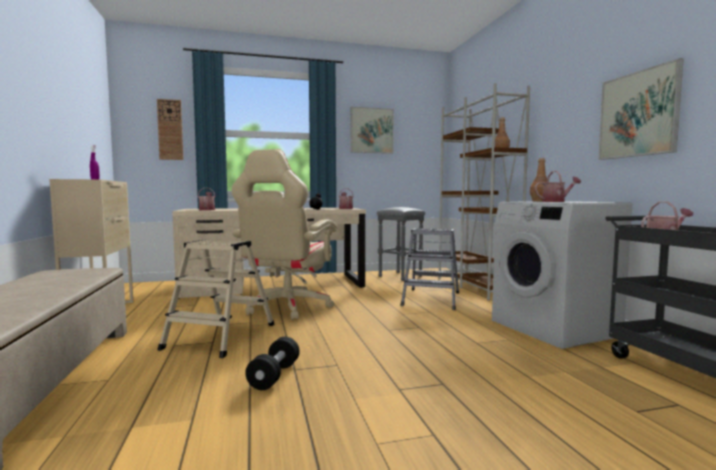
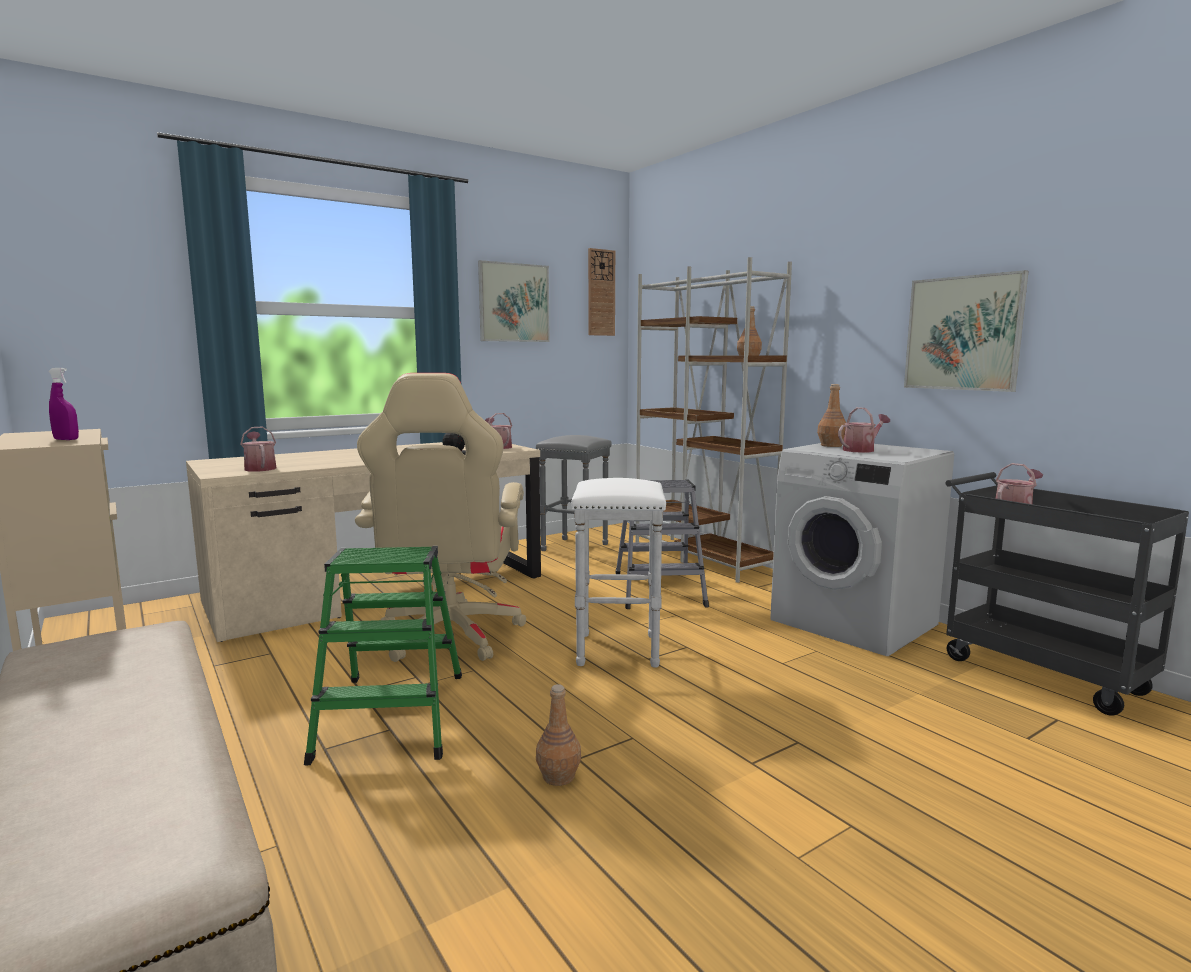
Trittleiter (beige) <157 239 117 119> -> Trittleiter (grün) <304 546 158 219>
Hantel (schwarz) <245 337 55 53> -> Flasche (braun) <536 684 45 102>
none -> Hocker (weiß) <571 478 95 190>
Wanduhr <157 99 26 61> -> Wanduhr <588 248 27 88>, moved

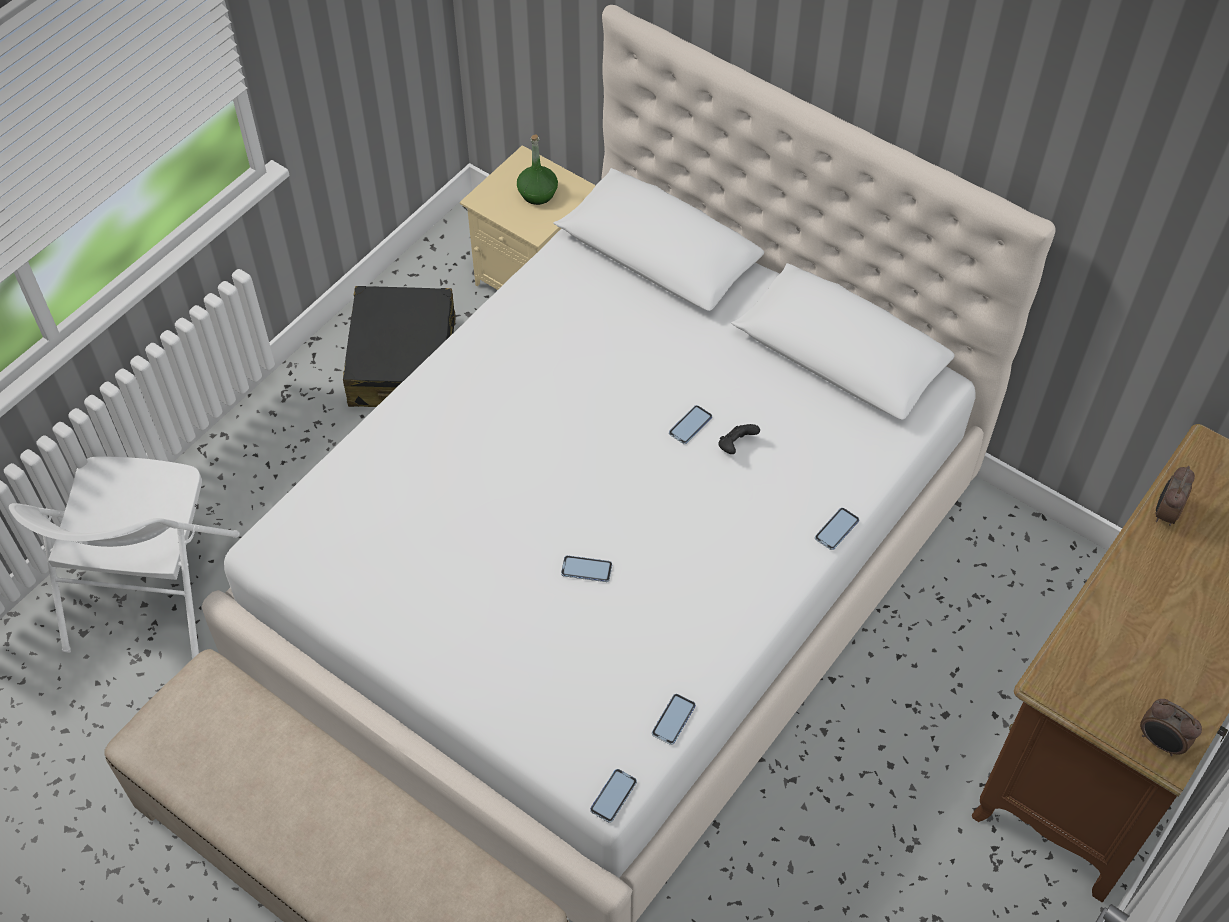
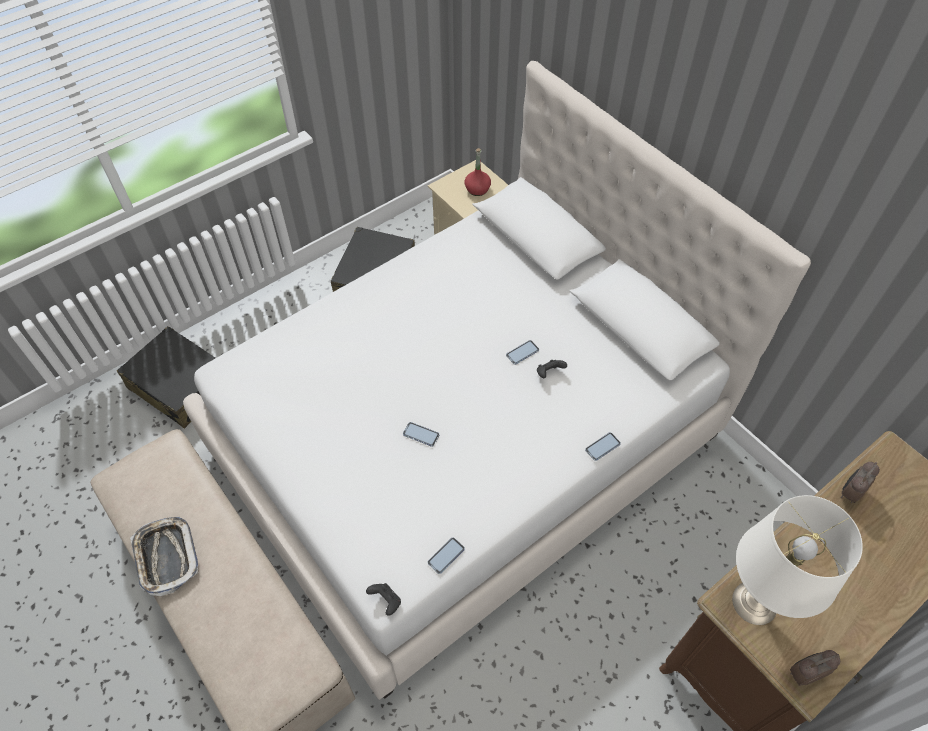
Stuhl (weiß) <9 456 231 203> -> Koffer (schwarz) <117 326 98 102>
none -> Tablett <130 517 69 79>
Handy <590 769 47 54> -> Gamepad (schwarz) <366 583 35 33>
Flasche (grün) <517 135 41 70> -> Flasche (rot) <465 148 26 48>
none -> Tischlampe (weiß) <732 495 131 130>
Wecker <1140 699 62 57> -> Wecker <790 650 50 36>, 105 degrees clockwise

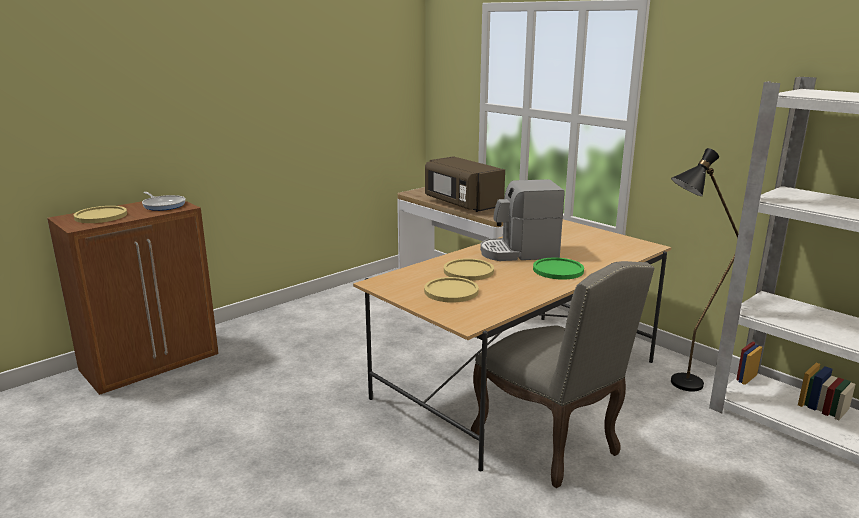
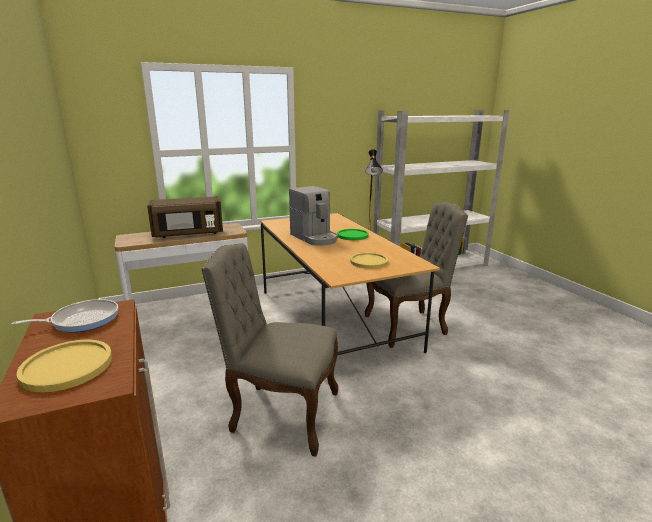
none -> Stuhl (grau) <202 243 136 213>
Kaffeemaschine <480 179 84 82> -> Kaffeemaschine <289 186 49 60>, 45 degrees counterclockwise
Teller (gelb) <444 259 50 22> -> none

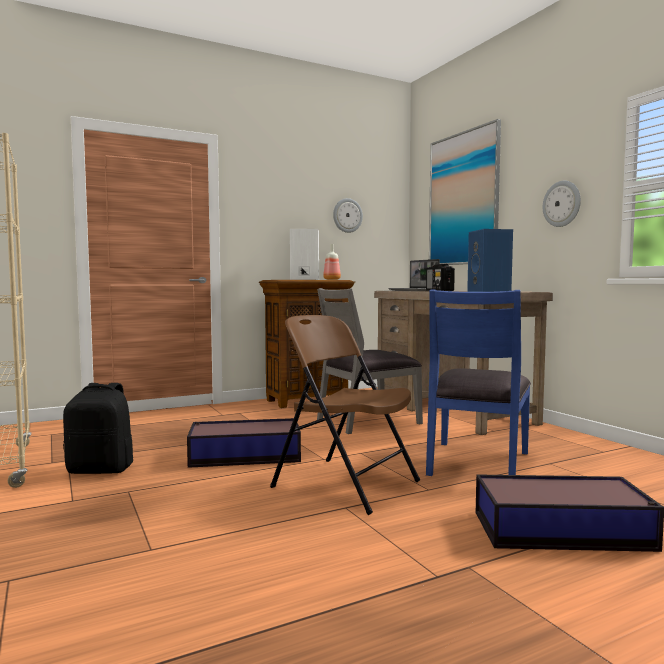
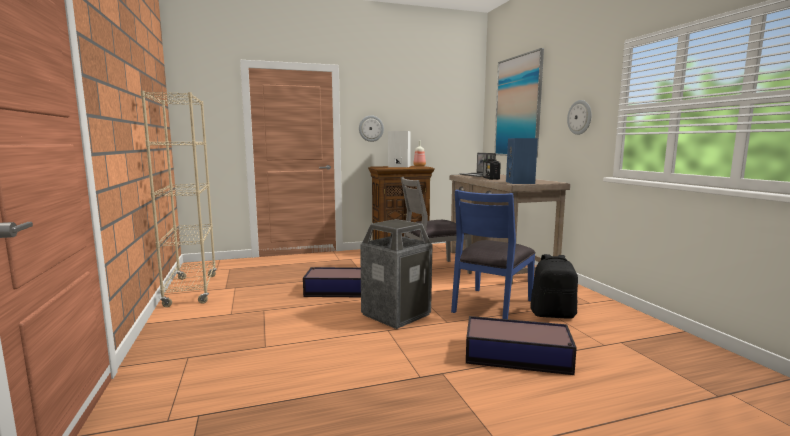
Wanduhr <333 198 30 35> -> Wanduhr <359 115 25 27>, moved
Stuhl (braun) <270 315 150 200> -> Mülleimer <360 219 72 110>
Rucksack (schwarz) <63 383 70 91> -> Rucksack (schwarz) <530 254 48 65>, moved

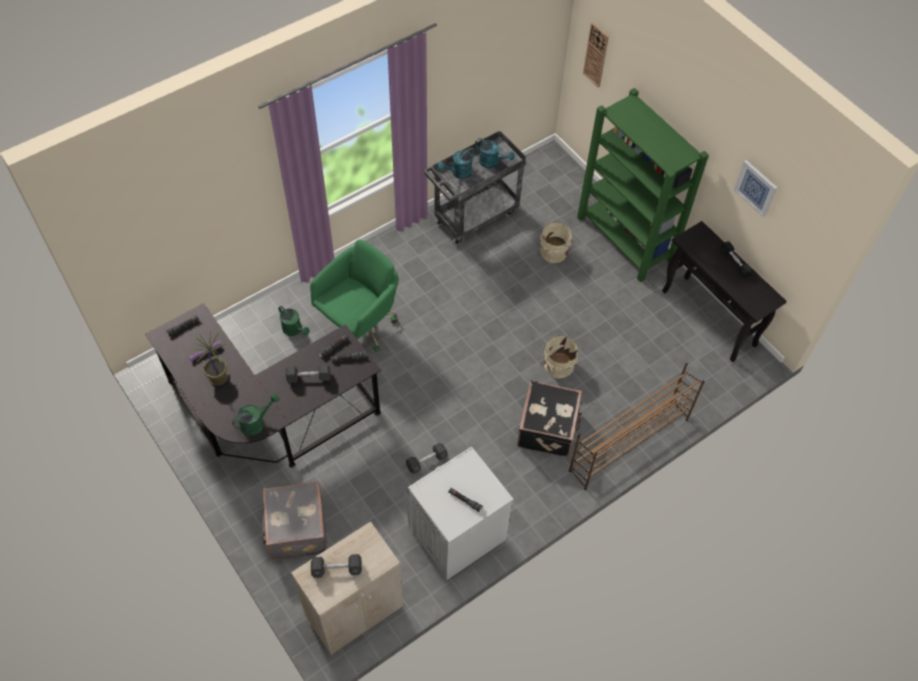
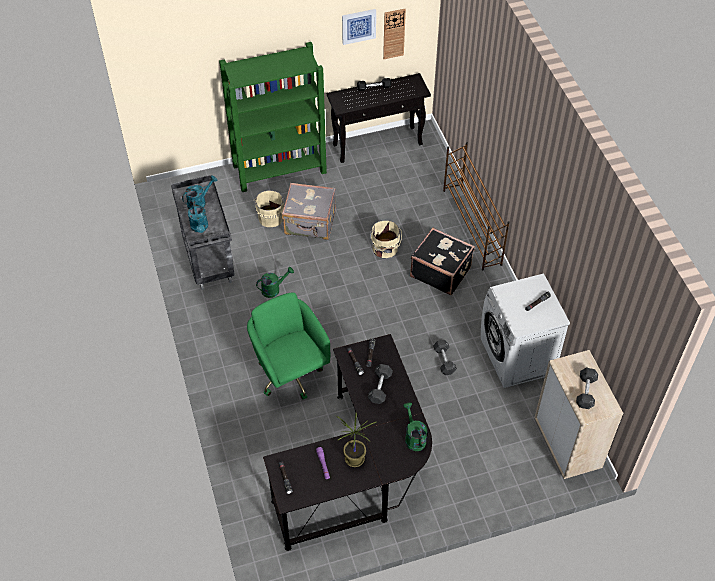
Gießkanne (grün) <278 306 32 30> -> Gießkanne (grün) <256 267 38 31>, moved
Koffer (grau) <261 481 67 79> -> Koffer (grau) <282 183 54 57>, moved
Wanduhr <583 22 26 66> -> Wanduhr <383 9 23 50>, moved

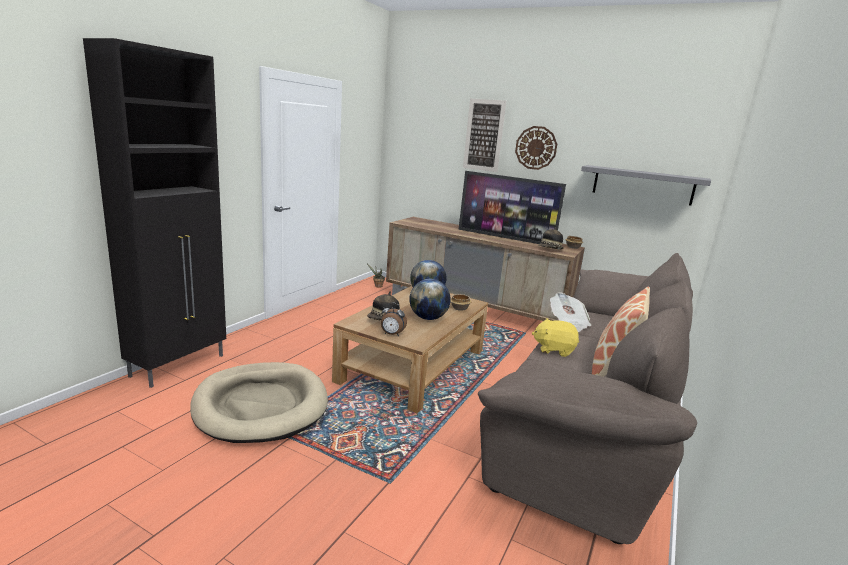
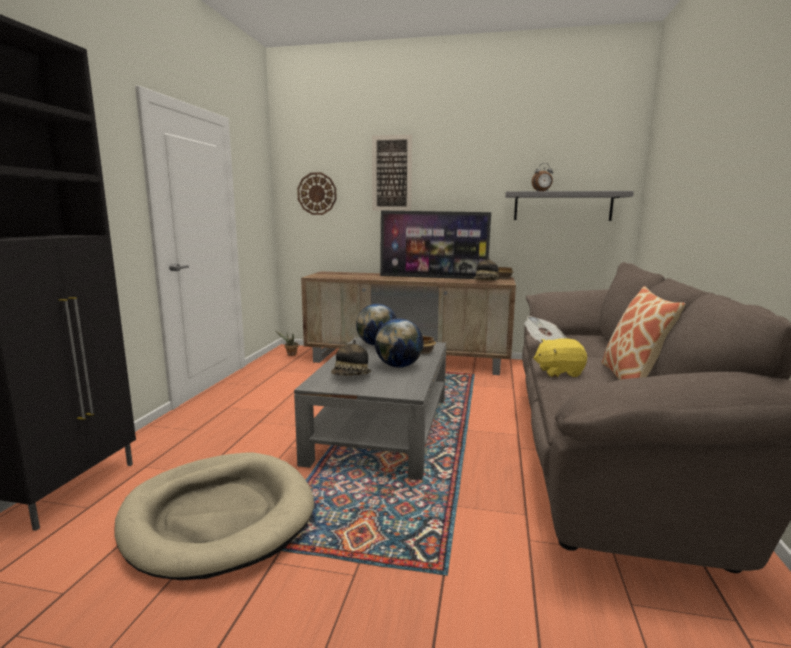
Couchtisch (braun) <332 286 156 127> -> Couchtisch (grau) <294 337 152 143>
Wanduhr <515 126 42 44> -> Wanduhr <297 173 40 42>, moved
Wecker <381 302 26 34> -> Wecker <532 163 21 28>, moved

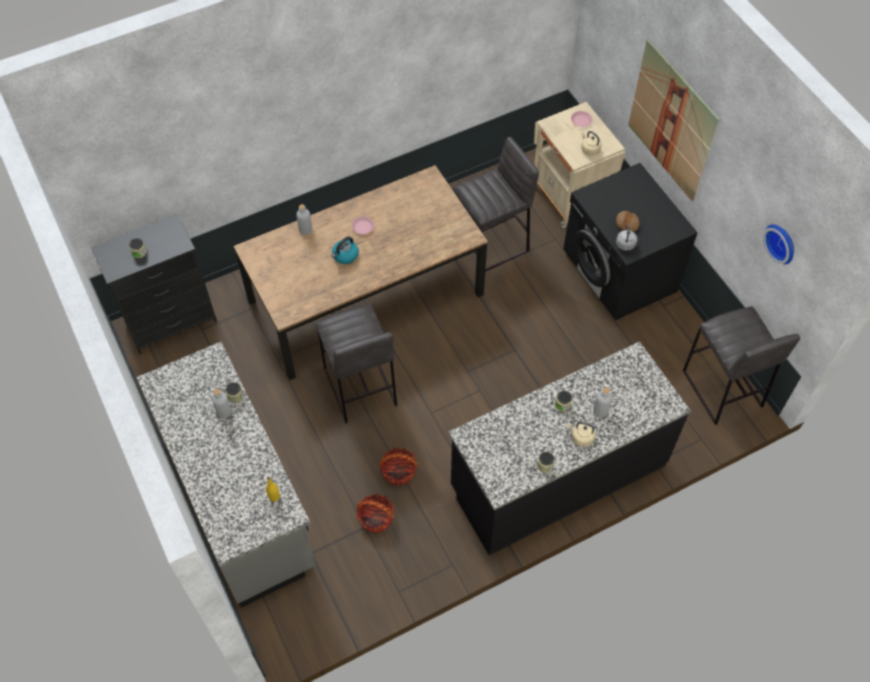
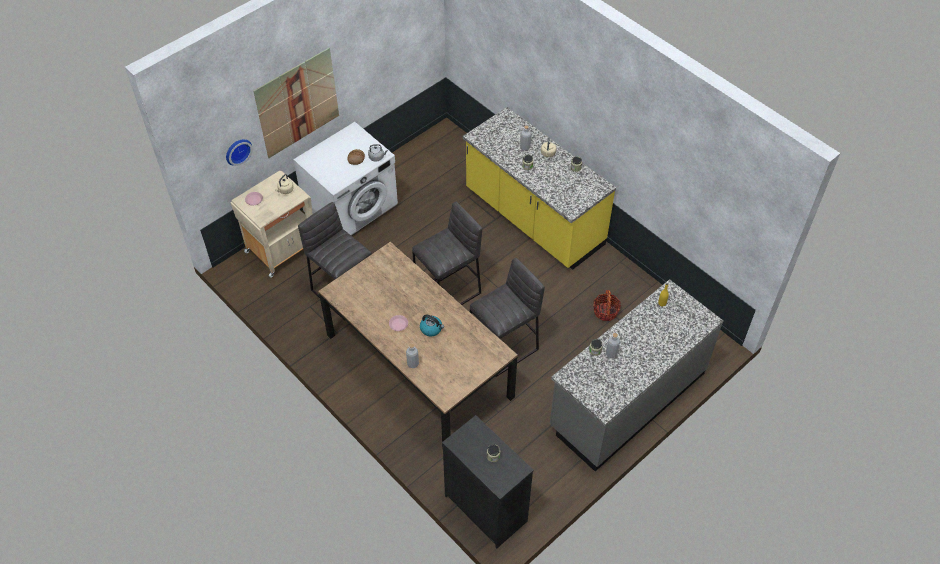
Wanduhr <763 225 31 39> -> Wanduhr <226 139 27 27>, moved
Waschmaschine (schwarz) <563 163 135 157> -> Waschmaschine (weiß) <293 122 105 113>
Hocker (grau) <683 306 118 119> -> Hocker (grau) <412 202 70 103>, moved
Küchenzeile (schwarz) <449 341 242 214> -> Küchenzeile (gelb) <463 107 153 163>
Korb <379 448 39 38> -> none

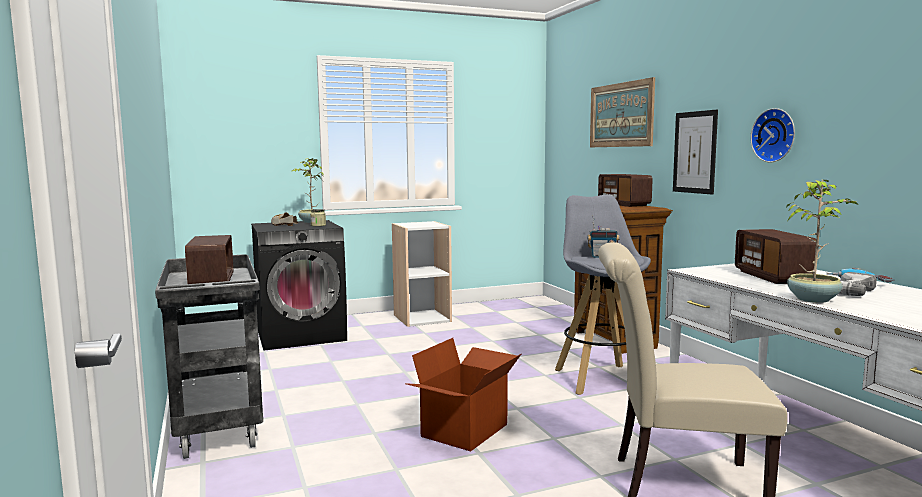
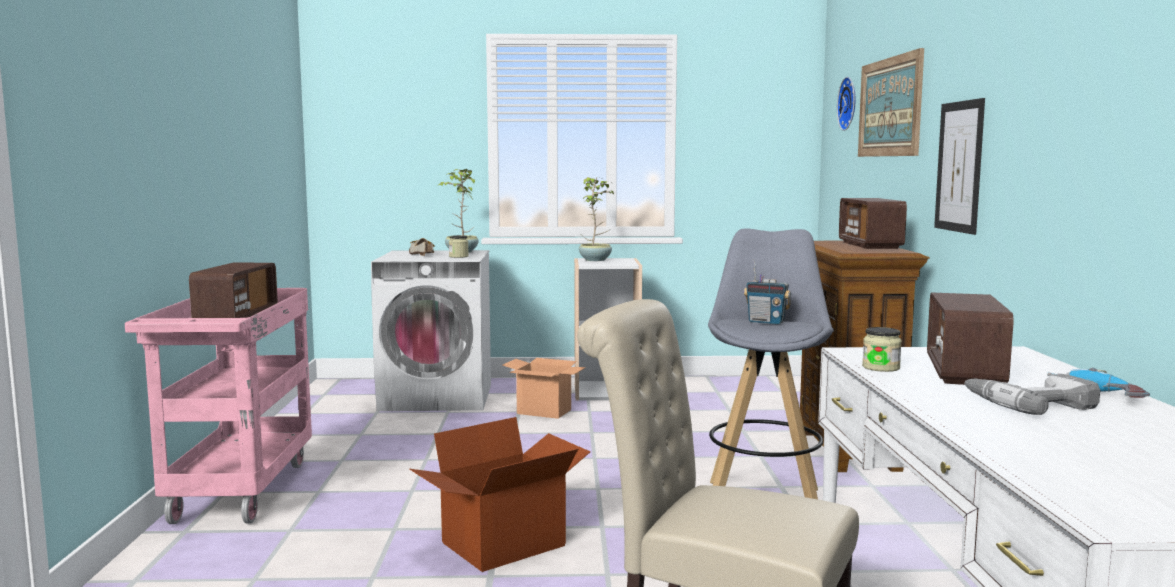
Rollwagen (schwarz) <155 254 108 205> -> Rollwagen (rosa) <125 288 187 236>
Waschmaschine (schwarz) <251 220 96 130> -> Waschmaschine (weiß) <371 250 120 161>
none -> Karton <503 358 83 61>
Topfpflanze <786 180 72 123> -> Topfpflanze <579 177 36 84>, moved
Wanduhr <750 108 45 55> -> Wanduhr <837 77 19 54>, moved
none -> Vorratsglas <862 327 40 45>

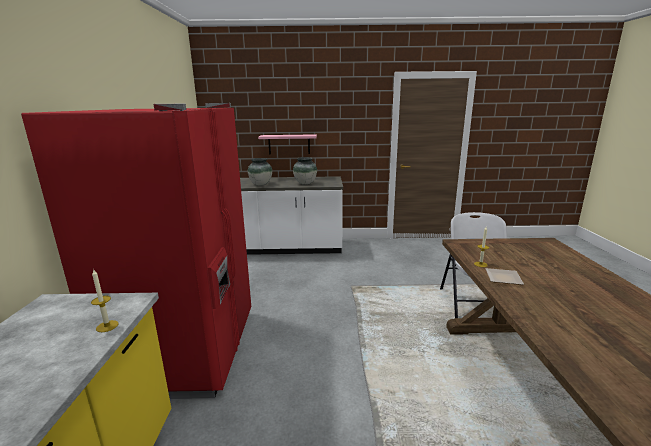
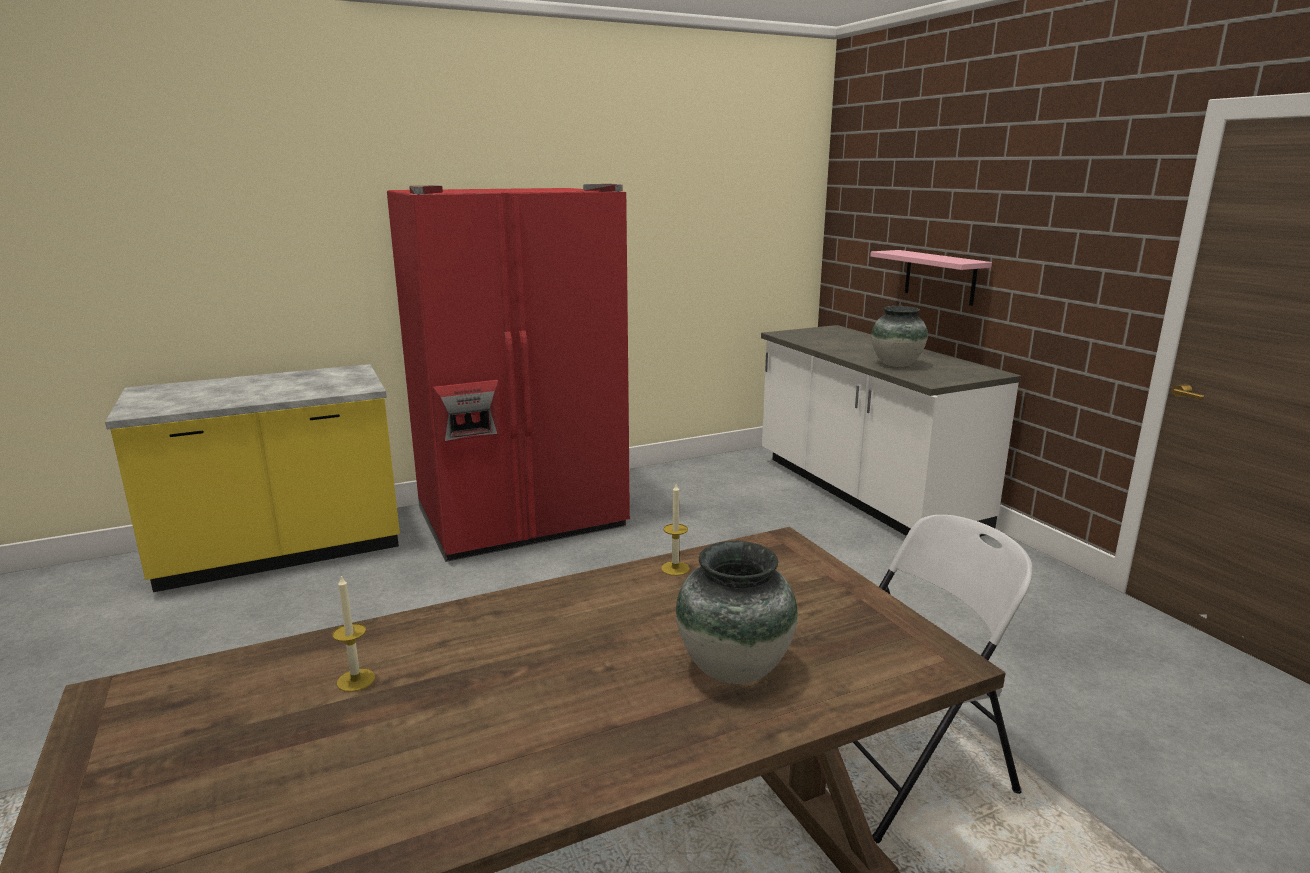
Kerze <91 269 28 63> -> Kerze <332 575 43 117>, moved
Vase <248 158 24 28> -> Vase <676 541 122 143>, moved
Teller <485 268 39 17> -> none

